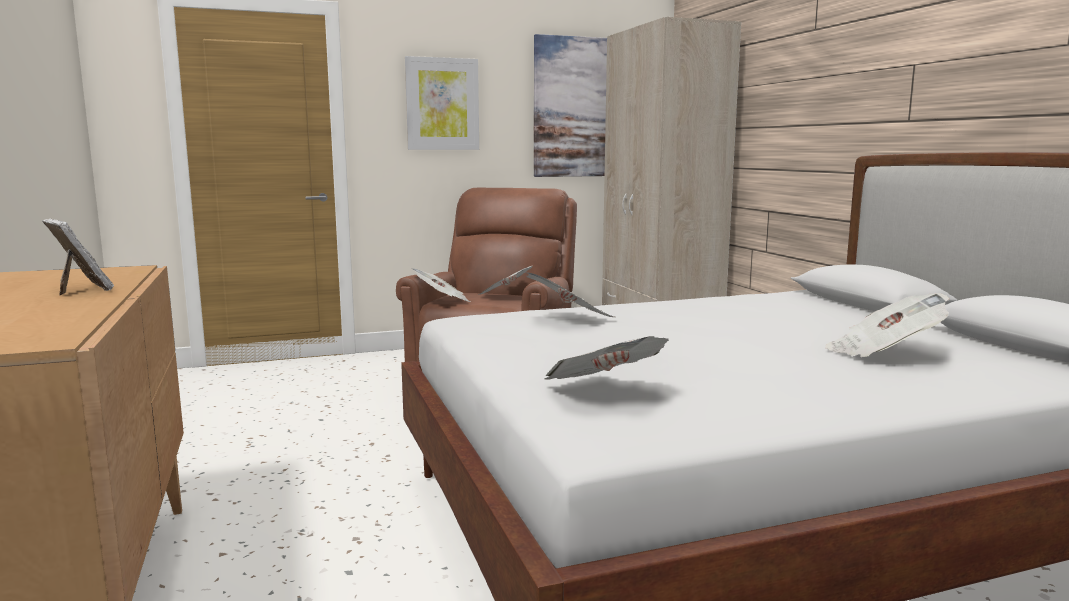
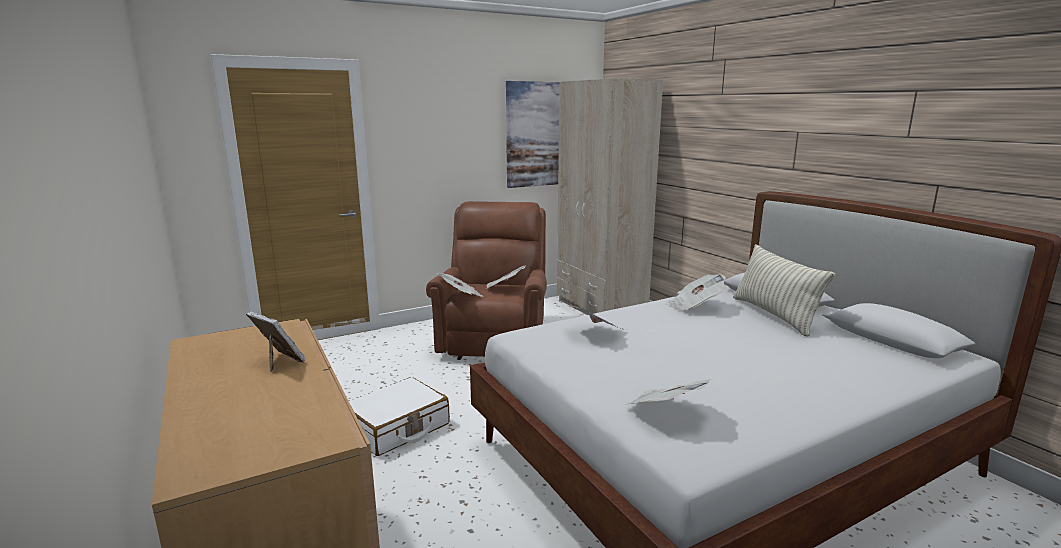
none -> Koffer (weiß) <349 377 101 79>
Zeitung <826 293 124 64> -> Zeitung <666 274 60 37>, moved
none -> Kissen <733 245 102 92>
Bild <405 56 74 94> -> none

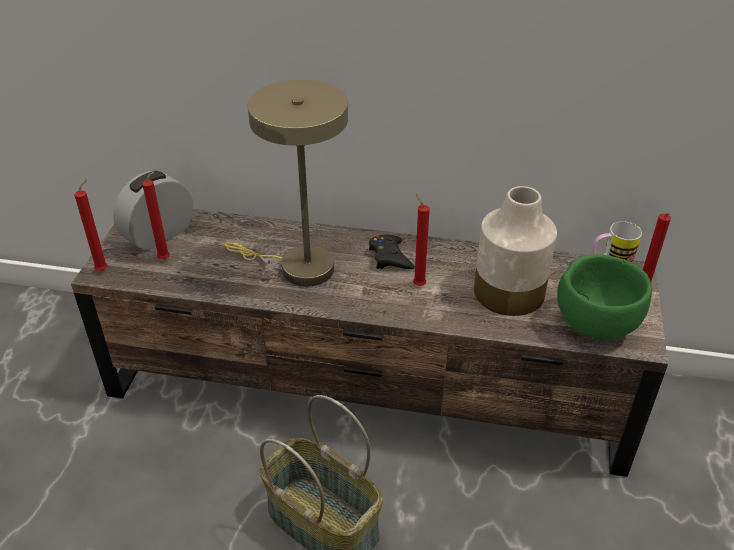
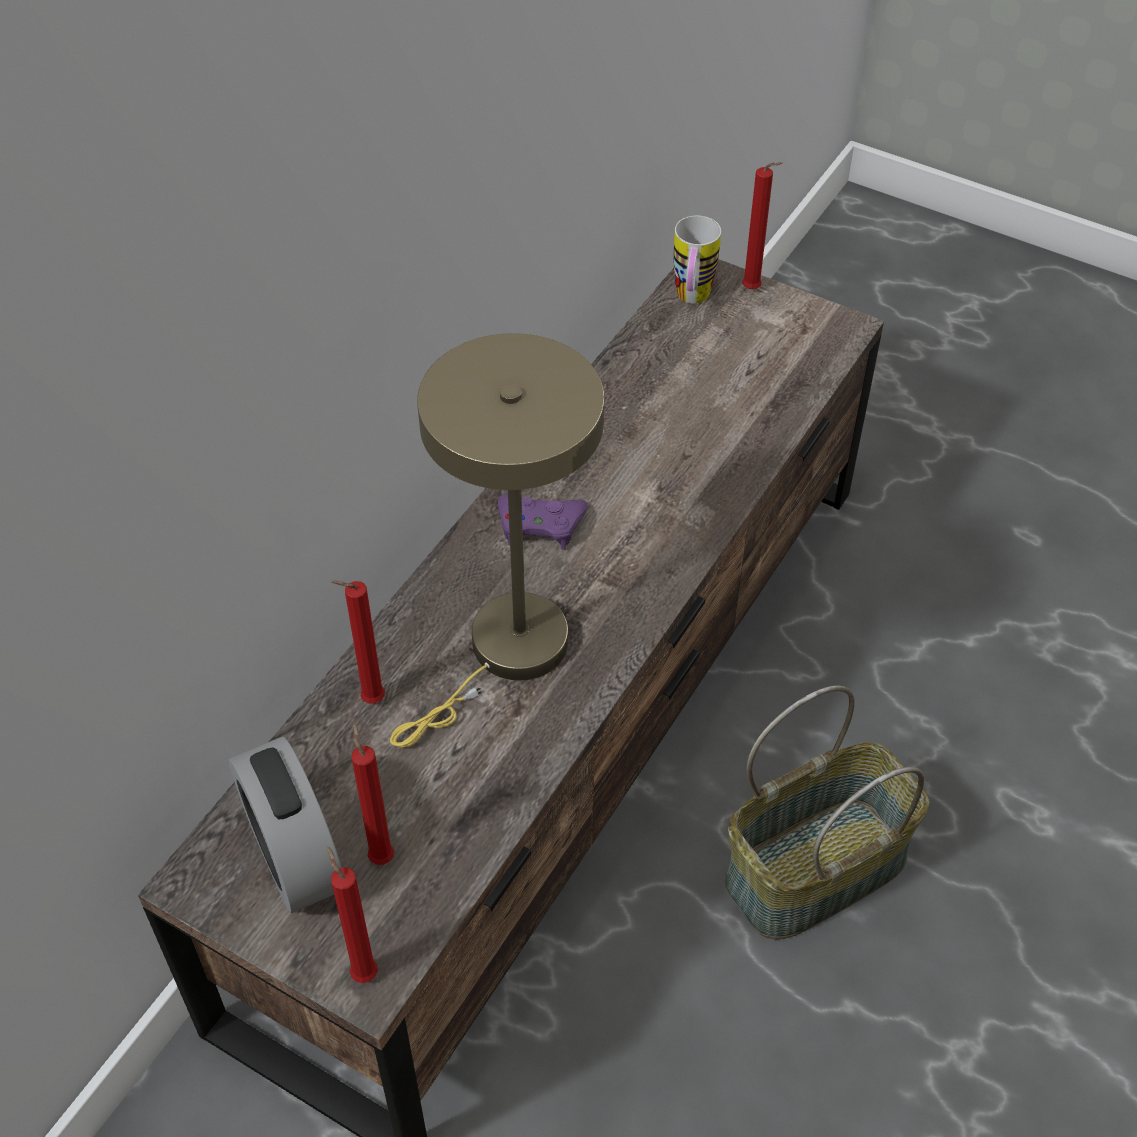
Kerze (rot) <413 193 17 93> -> Kerze (rot) <331 580 54 124>, moved
Gamepad (schwarz) <369 235 46 34> -> Gamepad (lila) <498 494 89 56>
Vase (beige) <474 186 83 130> -> none
Schüssel (grün) <557 254 95 86> -> none

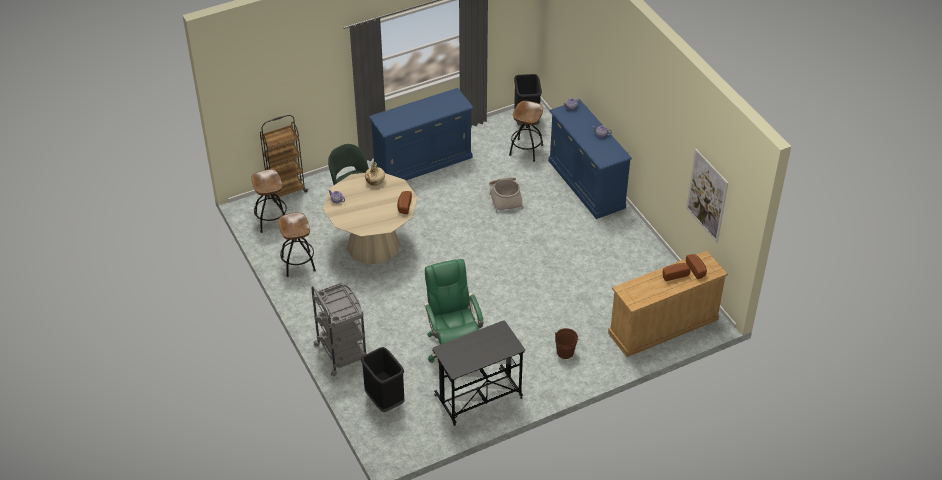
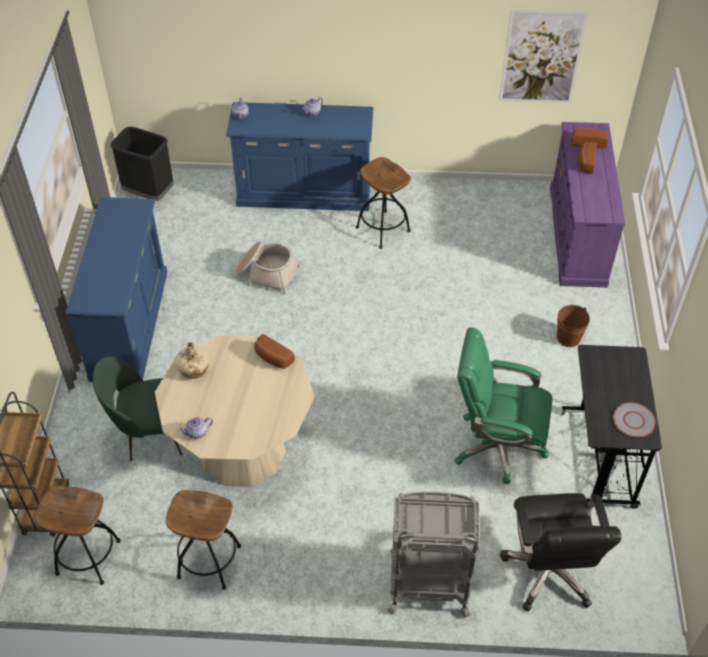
Hocker (braun) <509 101 34 61> -> Hocker (braun) <356 157 55 92>, moved
Mülleimer (schwarz) <361 347 44 65> -> Bürostuhl (schwarz) <500 493 122 118>
Kommode (beige) <608 251 120 106> -> Kommode (lila) <550 122 75 166>
none -> Teller (grau) <613 403 43 34>

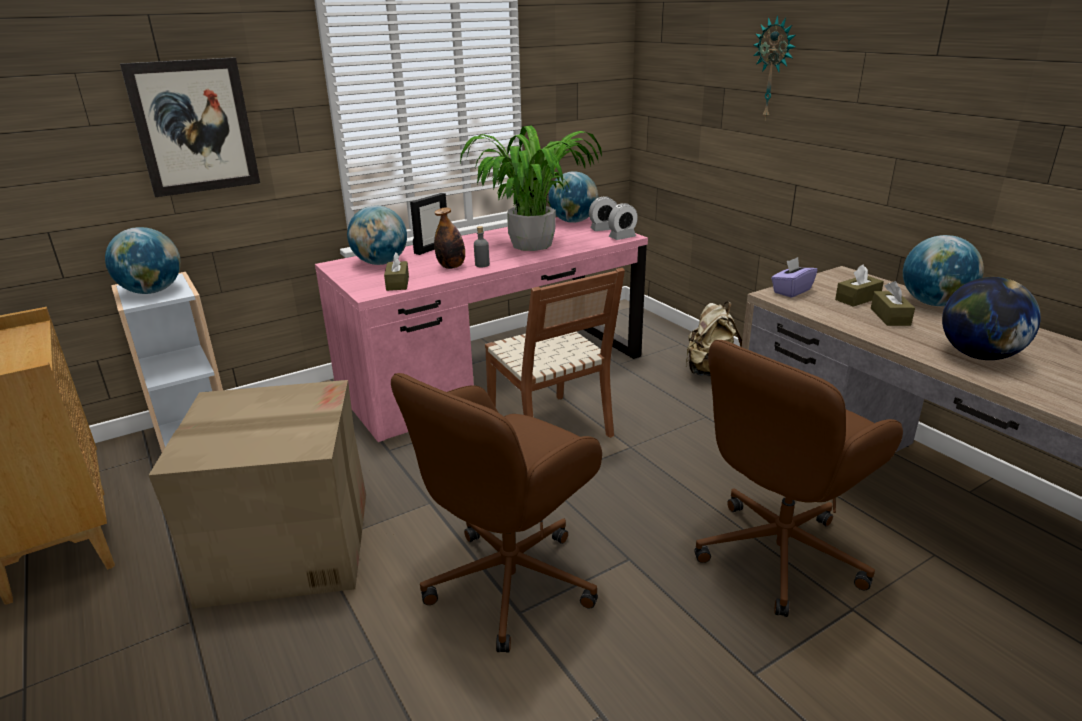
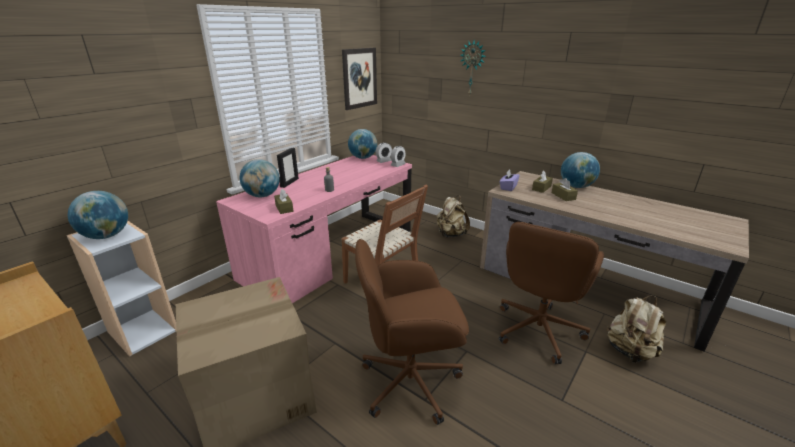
Bild <120 57 140 140> -> Bild <342 48 35 62>, moved
Bürostuhl (braun) <391 373 211 280> -> Bürostuhl (braun) <355 239 114 186>, 60 degrees clockwise
none -> Rucksack (beige) <607 296 59 67>
Flasche <434 208 31 61> -> none
Topfpflanze <460 125 142 126> -> none
Globus <942 277 99 83> -> none

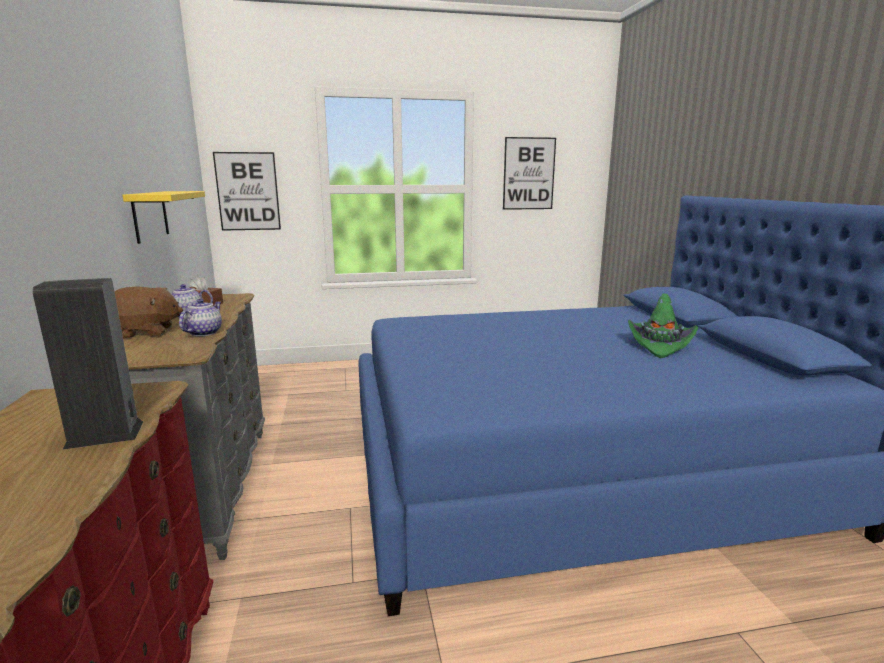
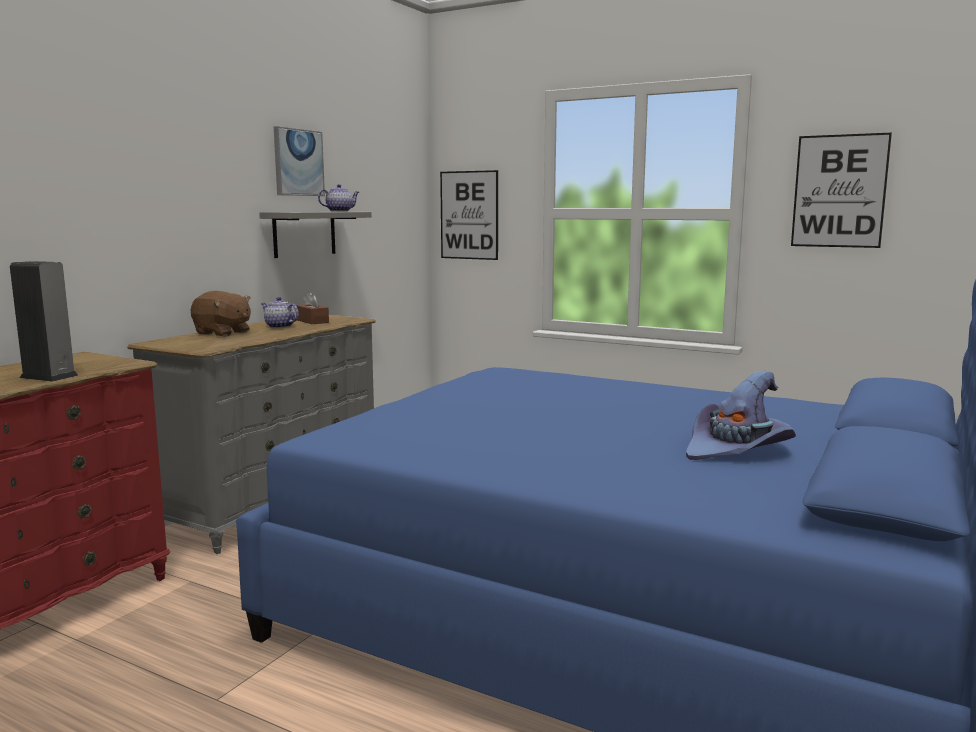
Wandregal (gelb) <123 191 82 53> -> Wandregal (grau) <259 212 113 46>
none -> Bild <274 126 51 70>
Teekanne <179 299 43 37> -> Teekanne <318 184 41 28>, moved
Hut (grün) <628 294 70 64> -> Hut (lila) <686 371 110 89>

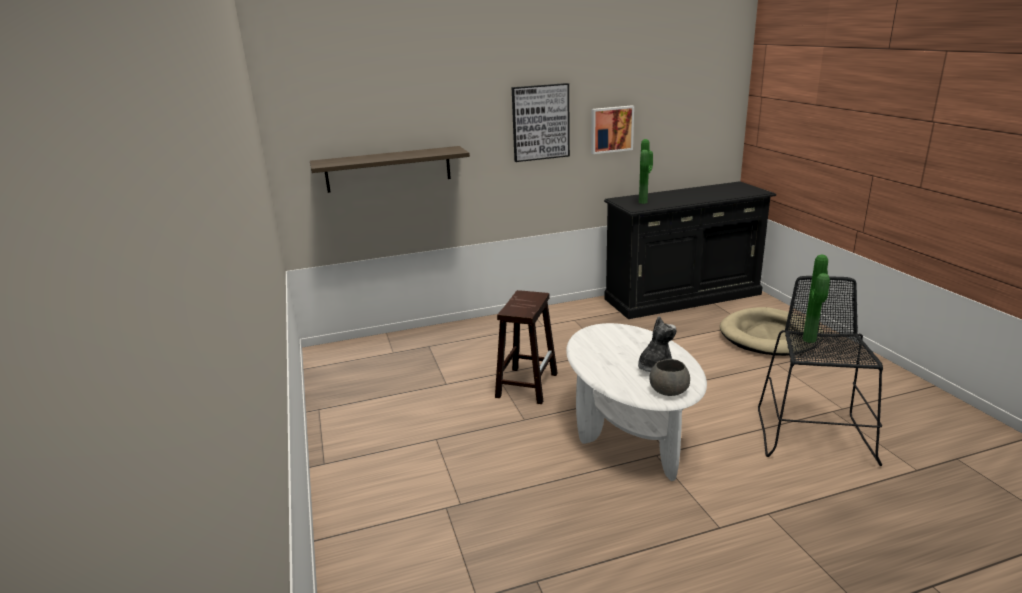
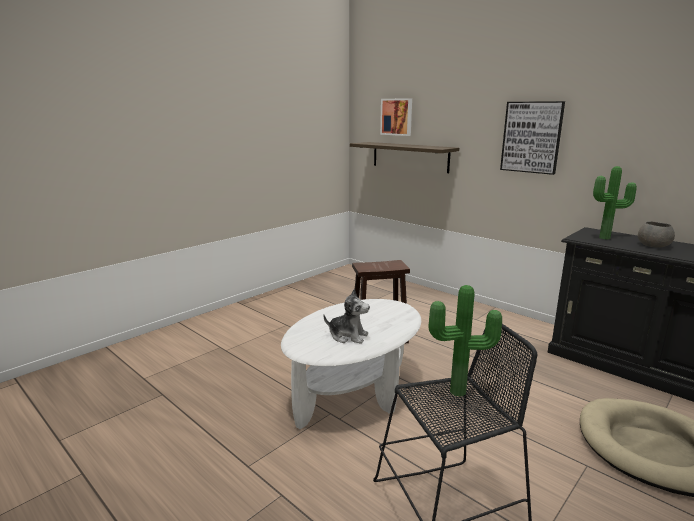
Bild <591 105 43 49> -> Bild <380 98 32 38>, moved
Schüssel (grau) <650 359 40 37> -> Schüssel (grau) <638 221 37 27>, moved

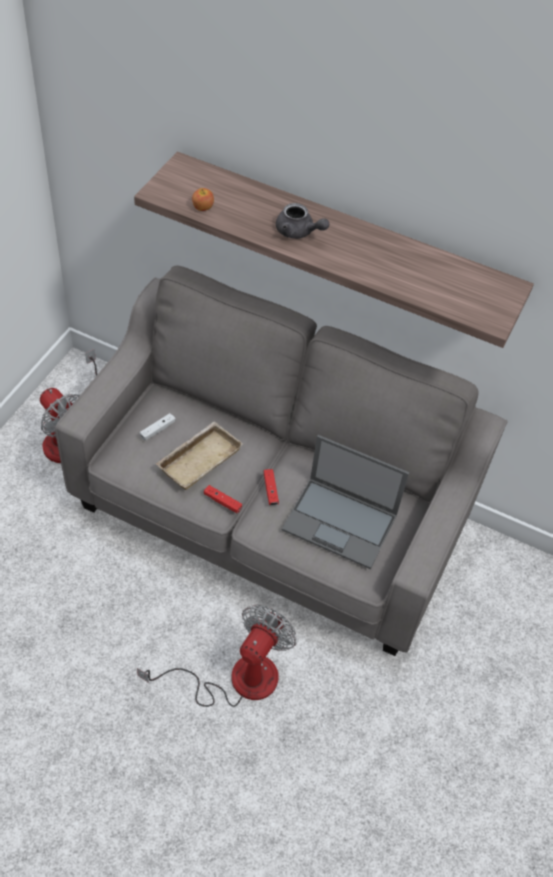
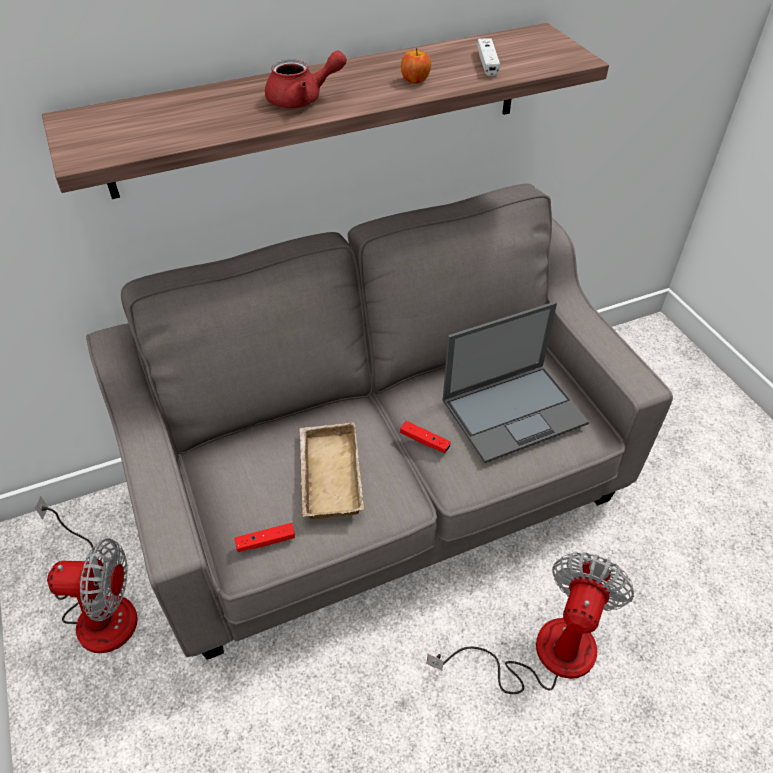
Gamepad (rot) <204 485 38 28> -> Gamepad (rot) <235 523 60 29>, moved
Teekanne (grau) <276 203 53 36> -> Teekanne (rot) <265 50 82 58>
Apfel <192 188 22 23> -> Apfel <401 48 30 36>, moved
Ventilator <137 605 160 102> -> Ventilator <427 552 207 142>, 45 degrees clockwise
Gamepad (weiß) <140 413 36 28> -> Gamepad (weiß) <477 38 23 38>, moved

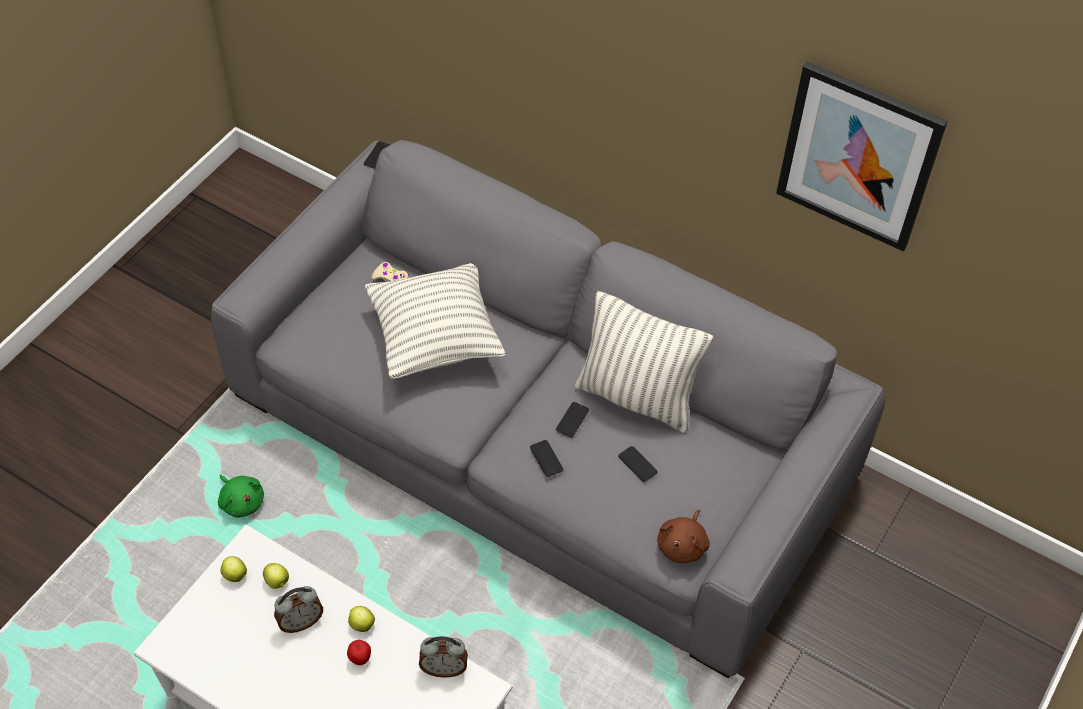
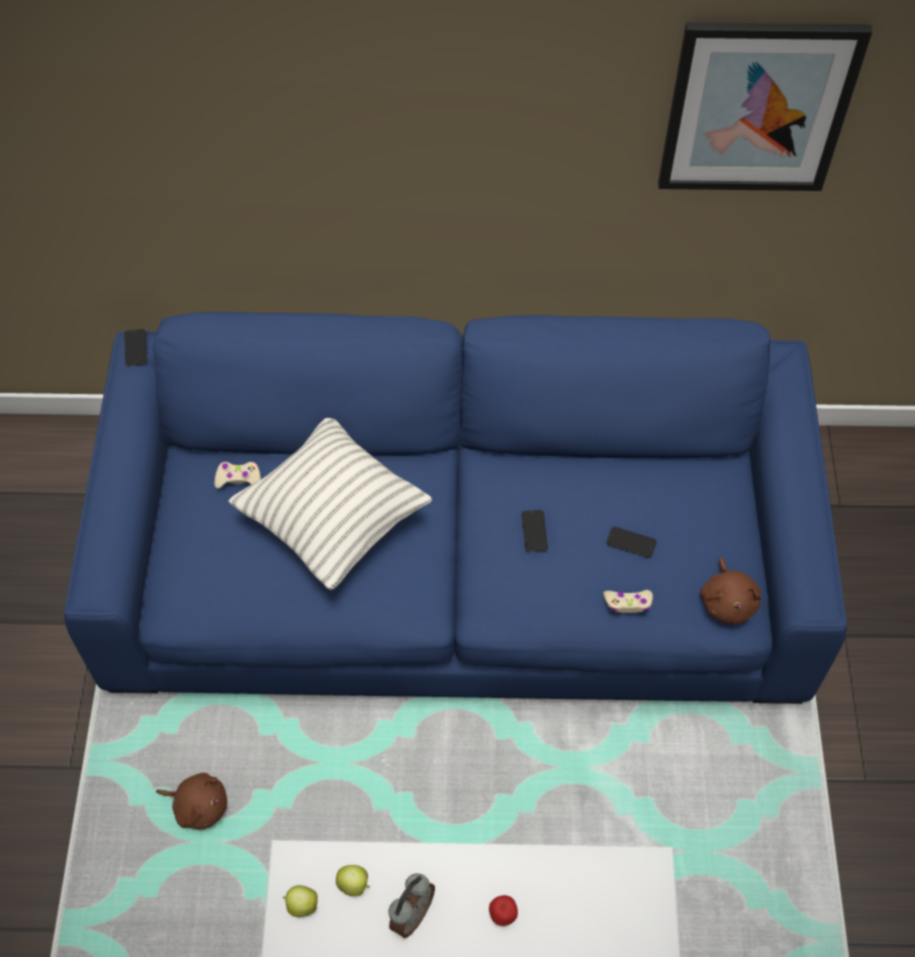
Sofa (grau) <211 140 674 538> -> Sofa (blau) <64 312 783 392>
Plüschtier (grün) <218 475 46 43> -> Plüschtier (braun) <156 773 71 57>
none -> Gamepad (beige) <604 590 49 23>
Apfel <348 606 27 26> -> none
Wecker <419 636 49 42> -> none
Handy <530 440 33 37> -> none
Kissen <575 291 138 142> -> none

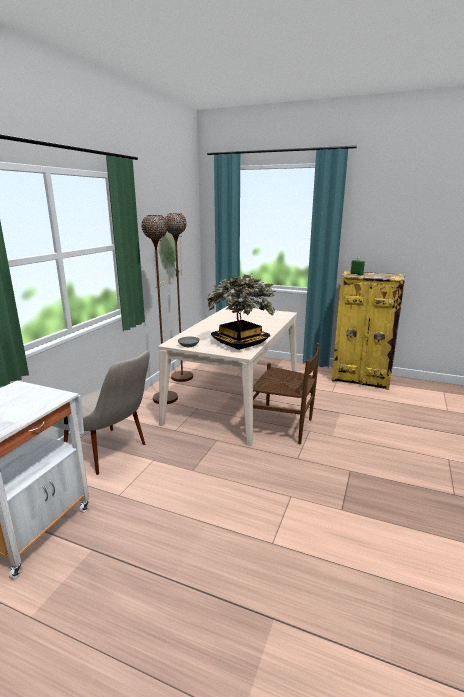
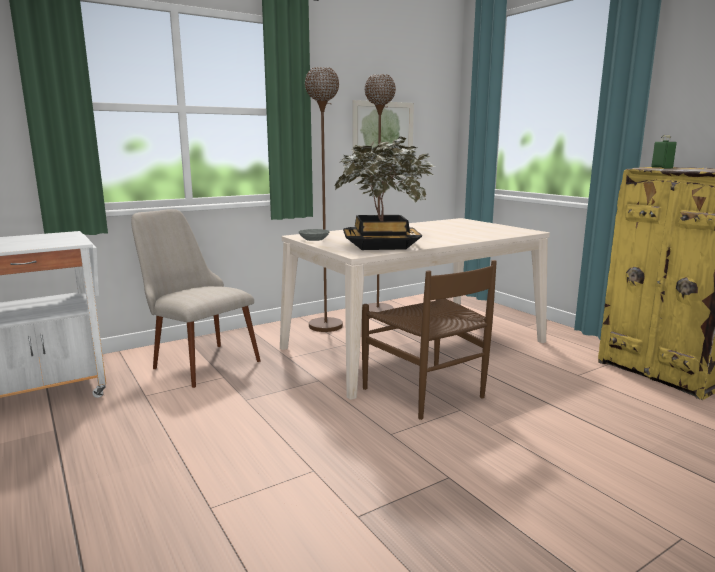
Stuhl (beige) <64 351 86 124> -> Stuhl (beige) <131 209 130 179>, 150 degrees clockwise

